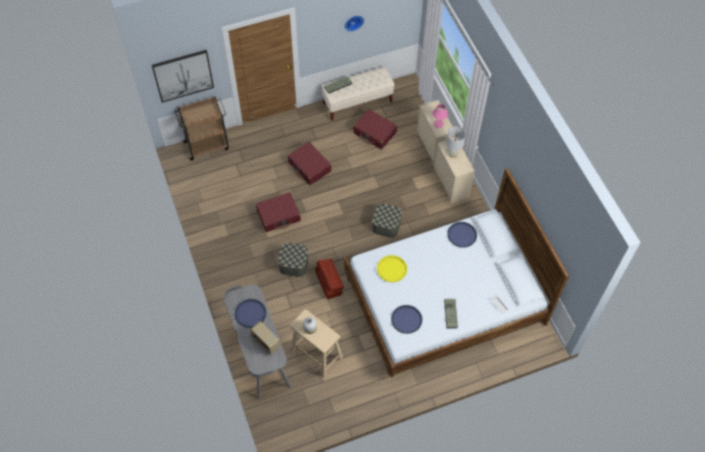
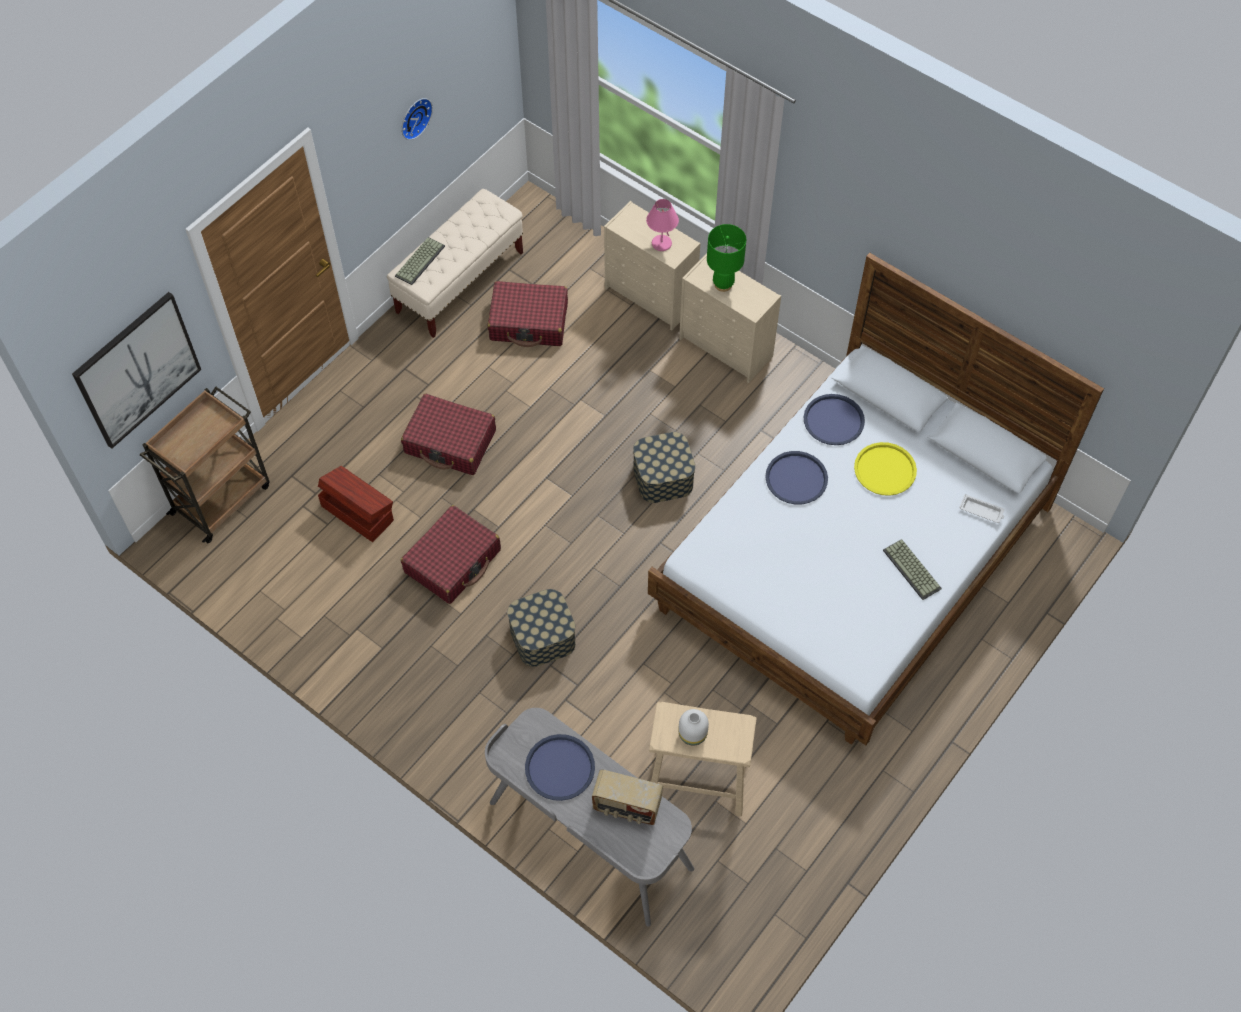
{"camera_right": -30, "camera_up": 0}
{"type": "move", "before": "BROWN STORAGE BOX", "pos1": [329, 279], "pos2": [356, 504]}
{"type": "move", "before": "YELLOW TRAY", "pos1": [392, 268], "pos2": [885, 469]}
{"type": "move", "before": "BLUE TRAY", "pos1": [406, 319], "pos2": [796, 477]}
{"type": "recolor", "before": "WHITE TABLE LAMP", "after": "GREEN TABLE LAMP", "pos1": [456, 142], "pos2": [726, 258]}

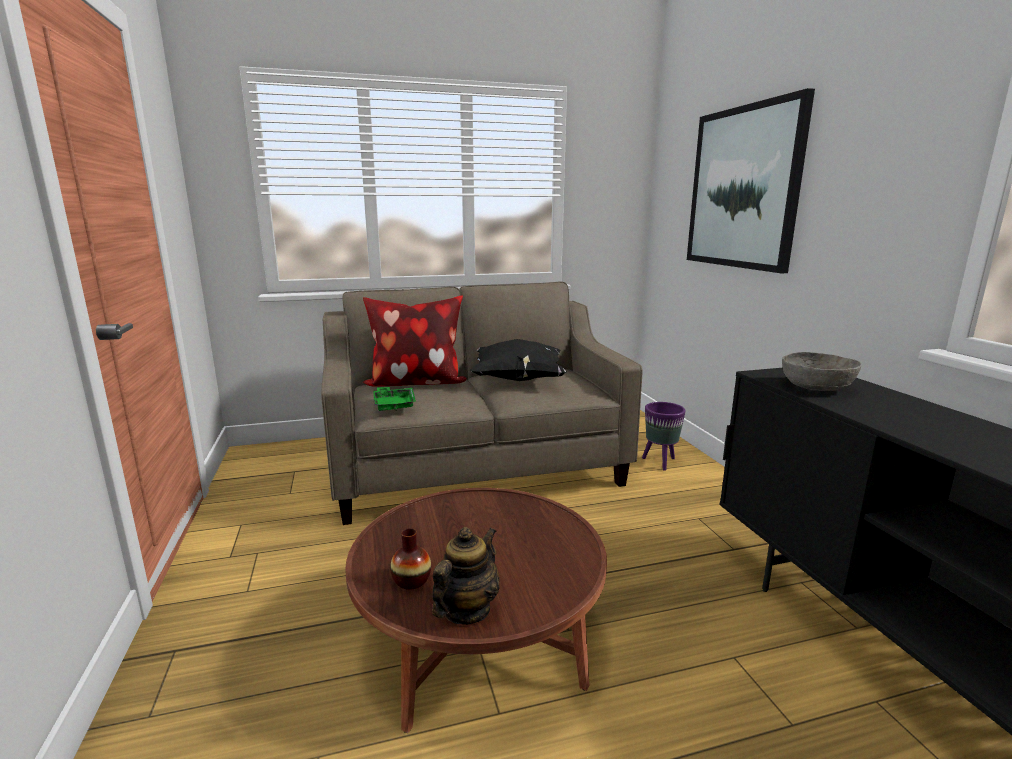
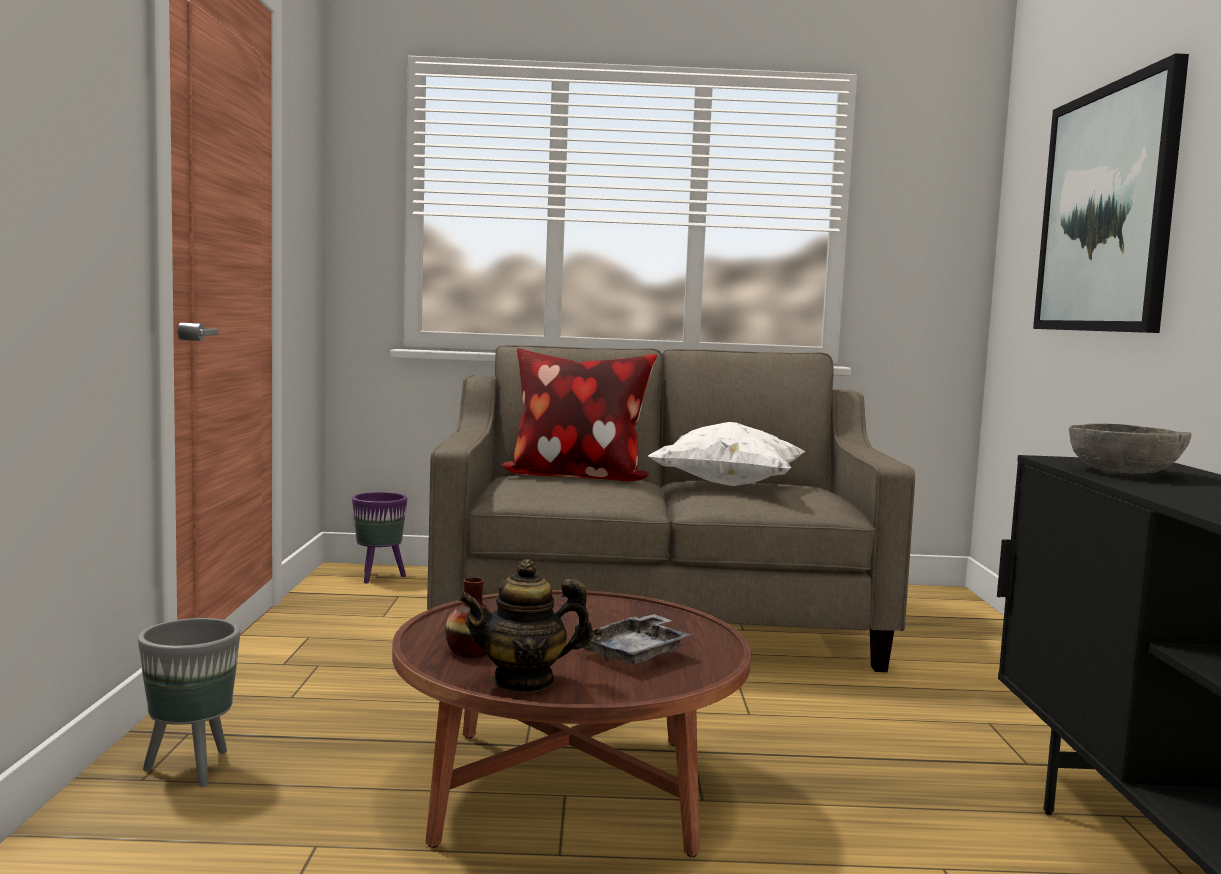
{"camera_right": 15, "camera_up": -10}
{"type": "delete", "before": "GREEN TRAY", "pos1": [394, 399]}
{"type": "rotate", "before": "TEAPOT", "pos1": [466, 576], "pos2": [525, 626], "turn": -150}
{"type": "recolor", "before": "BLACK PILLOW", "after": "WHITE PILLOW", "pos1": [518, 360], "pos2": [726, 454]}
{"type": "move", "before": "PURPLE PLANTER", "pos1": [664, 436], "pos2": [379, 538]}
{"type": "insert", "after": "GREY PLANTER", "pos2": [189, 702]}
{"type": "insert", "after": "GREY TRAY", "pos2": [634, 639]}

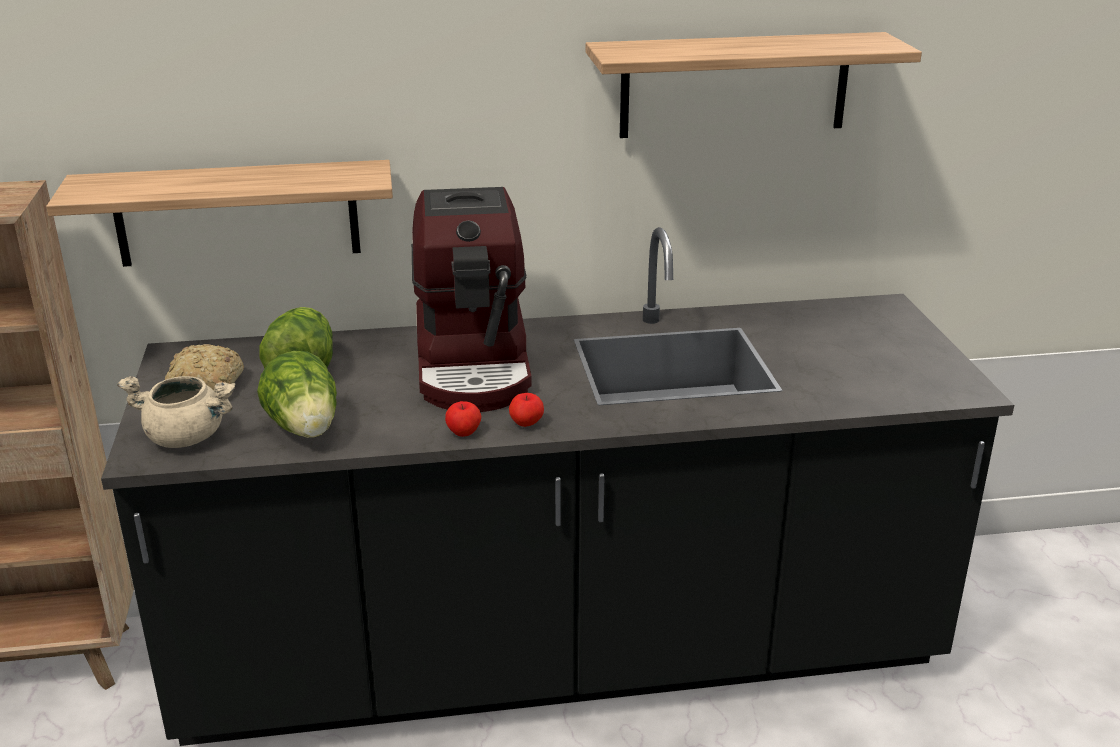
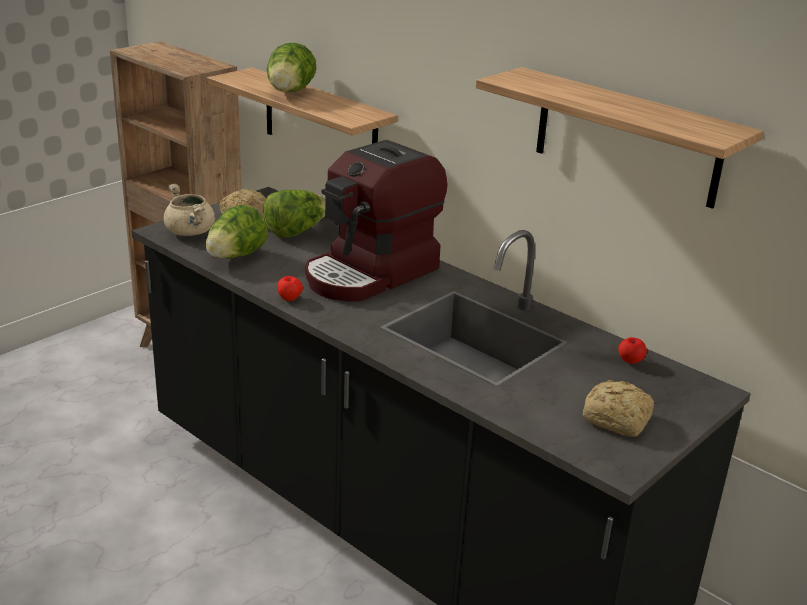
{"camera_right": 50, "camera_up": 0}
{"type": "move", "before": "APPLE", "pos1": [526, 410], "pos2": [632, 350]}
{"type": "insert", "after": "LETTUCE", "pos2": [291, 67]}
{"type": "insert", "after": "BREAD", "pos2": [618, 408]}

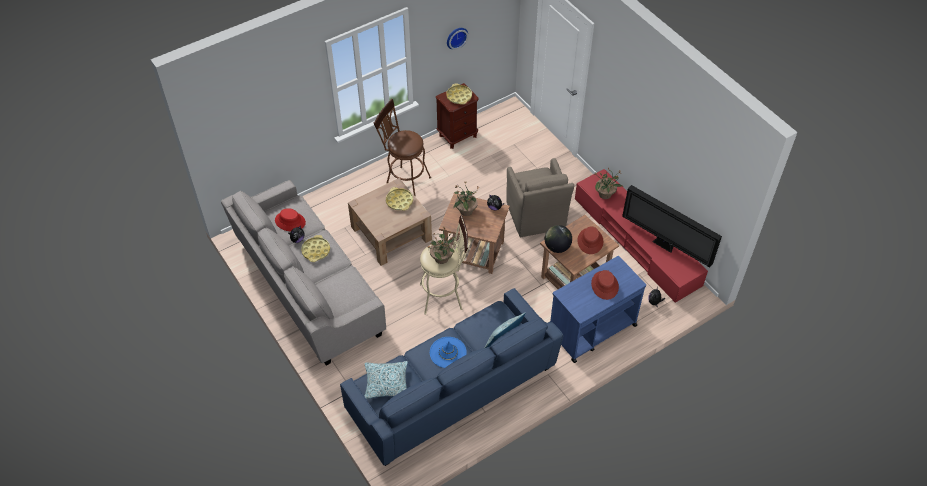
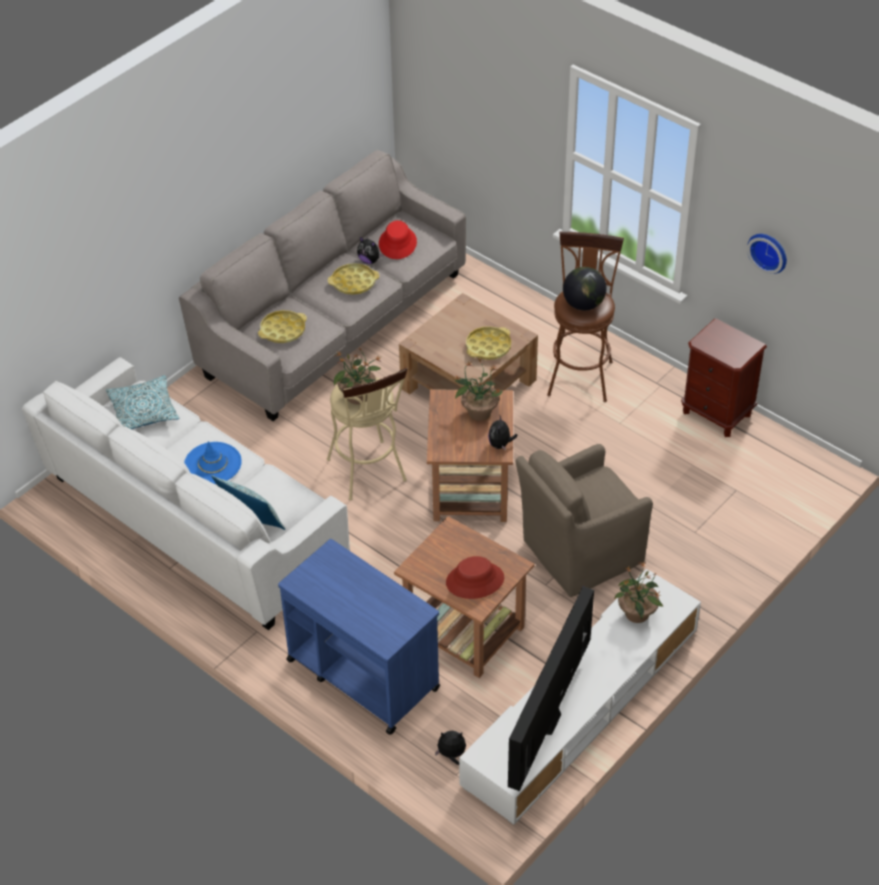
{"camera_right": 75, "camera_up": -5}
{"type": "recolor", "before": "BLUE SOFA", "after": "WHITE SOFA", "pos1": [451, 377], "pos2": [186, 493]}
{"type": "move", "before": "YELLOW TRAY", "pos1": [459, 94], "pos2": [282, 326]}
{"type": "move", "before": "GLOBE", "pos1": [558, 239], "pos2": [585, 288]}
{"type": "recolor", "before": "RED TV STAND", "after": "WHITE TV STAND", "pos1": [641, 235], "pos2": [580, 697]}
{"type": "delete", "before": "RED HAT", "pos1": [605, 285]}

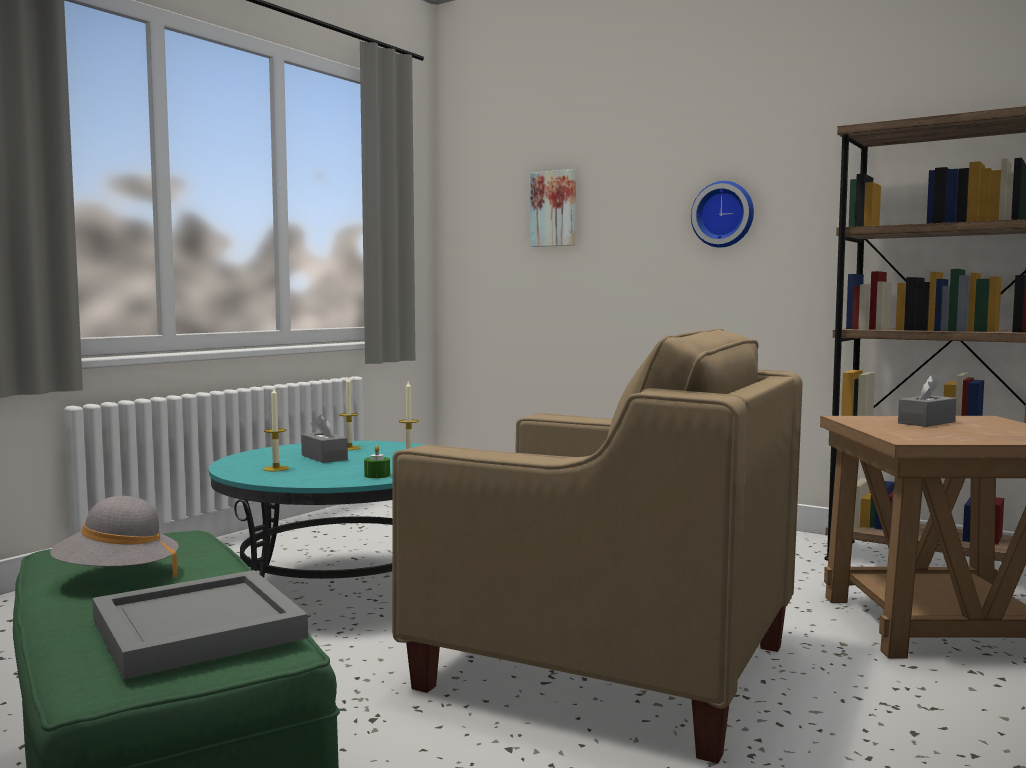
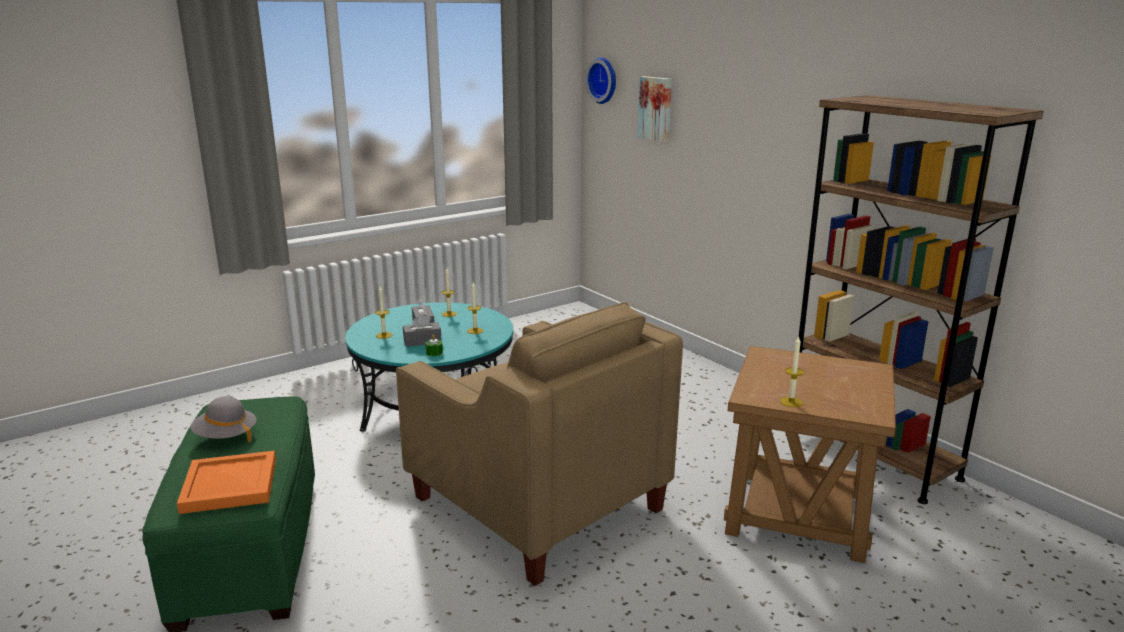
{"camera_right": 20, "camera_up": 15}
{"type": "recolor", "before": "GREY TRAY", "after": "ORANGE TRAY", "pos1": [200, 624], "pos2": [226, 482]}
{"type": "move", "before": "WALL CLOCK", "pos1": [722, 214], "pos2": [600, 80]}
{"type": "move", "before": "GREY TISSUE BOX", "pos1": [927, 401], "pos2": [422, 330]}
{"type": "insert", "after": "CANDLE", "pos2": [792, 372]}

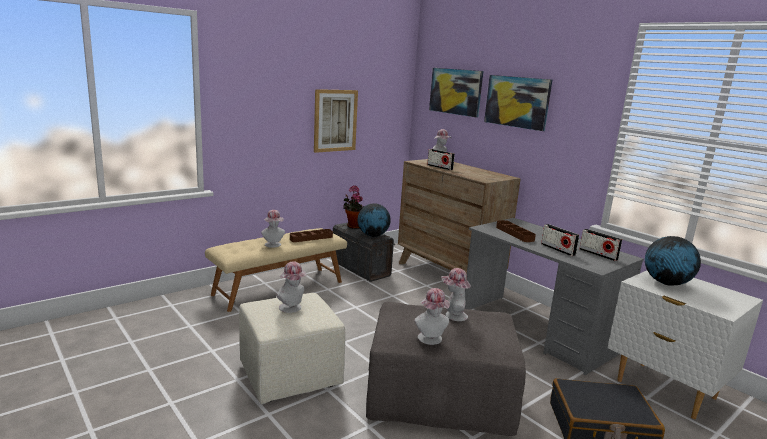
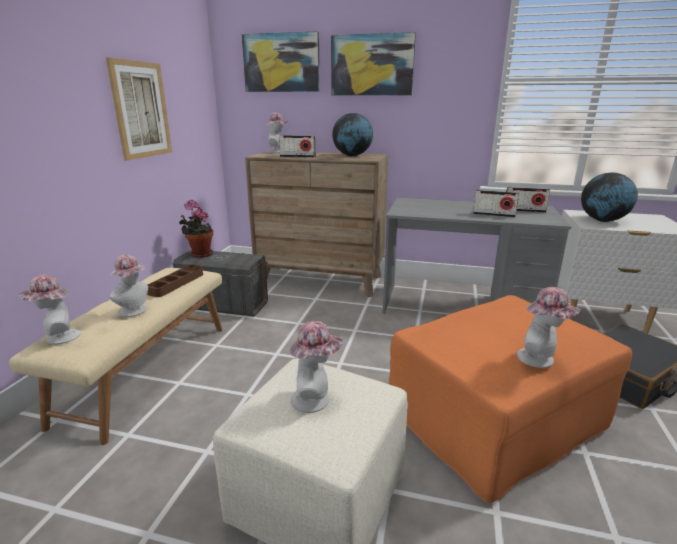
{"camera_right": -35, "camera_up": 5}
{"type": "move", "before": "GLOBE", "pos1": [374, 220], "pos2": [352, 134]}
{"type": "recolor", "before": "GREY OTTOMAN", "after": "ORANGE OTTOMAN", "pos1": [446, 369], "pos2": [510, 399]}
{"type": "move", "before": "HAT", "pos1": [456, 294], "pos2": [49, 309]}
{"type": "delete", "before": "BROWN TRAY", "pos1": [516, 231]}

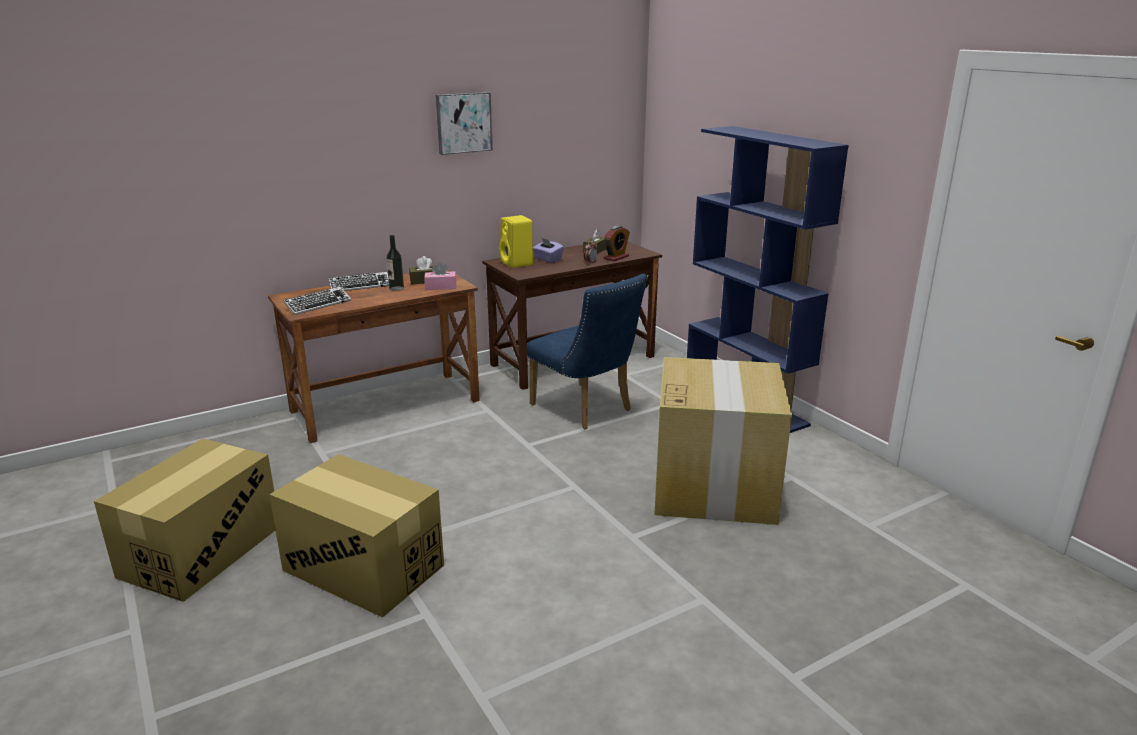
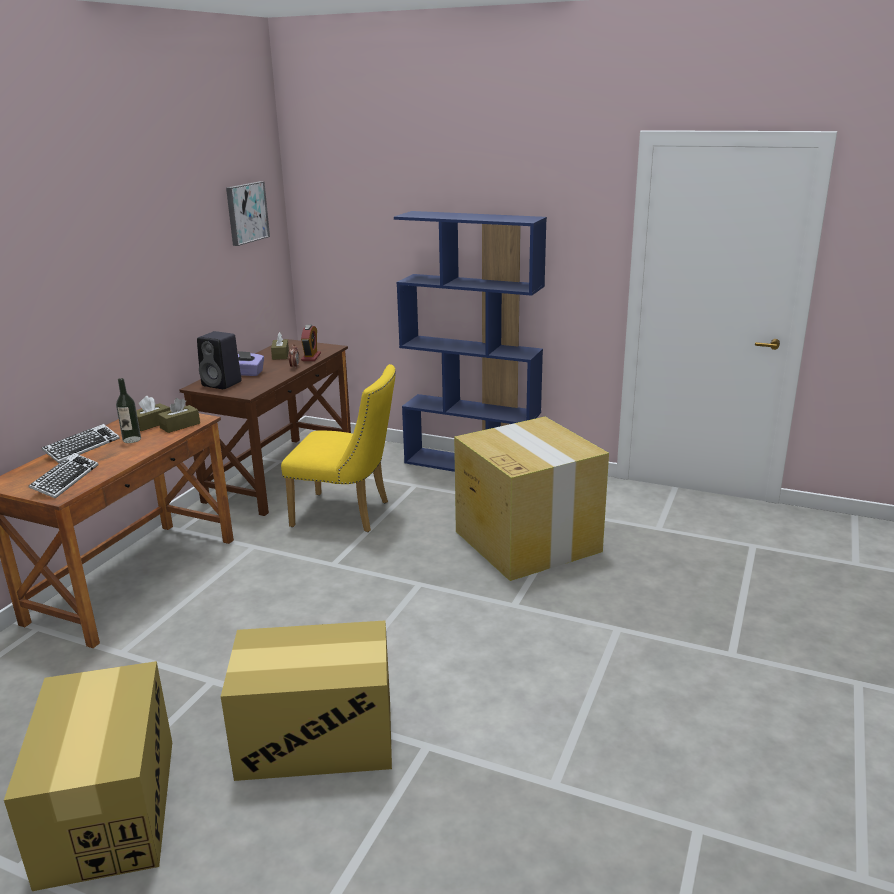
{"camera_right": -35, "camera_up": 0}
{"type": "recolor", "before": "PINK TISSUE BOX", "after": "BROWN TISSUE BOX", "pos1": [440, 276], "pos2": [179, 415]}
{"type": "move", "before": "PICTURE", "pos1": [464, 123], "pos2": [248, 213]}
{"type": "recolor", "before": "YELLOW SPEAKER", "after": "BLACK SPEAKER", "pos1": [516, 241], "pos2": [219, 360]}
{"type": "recolor", "before": "BLUE CHAIR", "after": "YELLOW CHAIR", "pos1": [587, 351], "pos2": [338, 448]}

